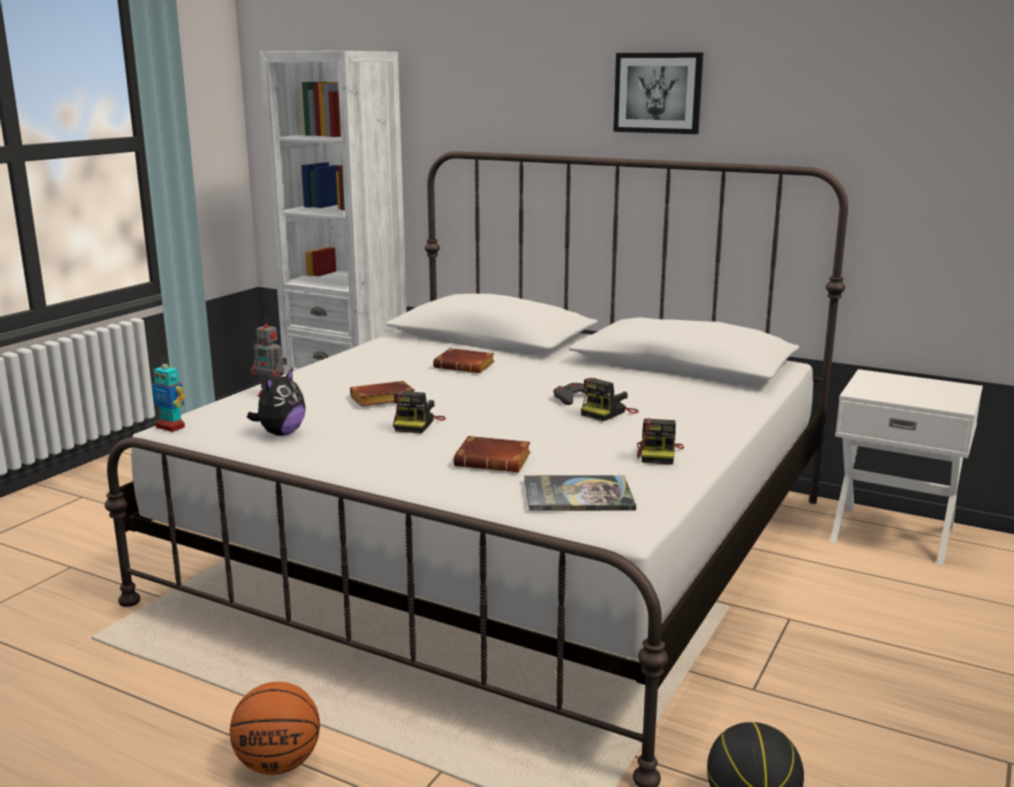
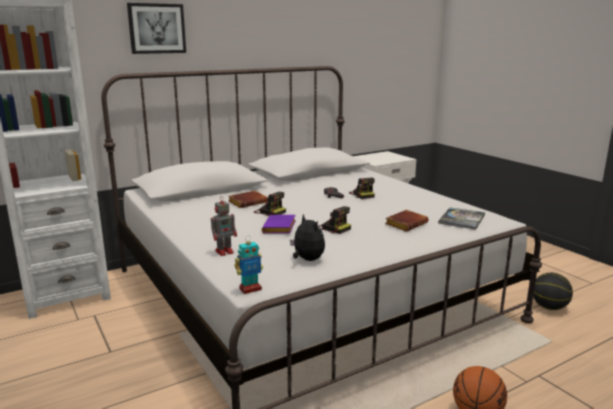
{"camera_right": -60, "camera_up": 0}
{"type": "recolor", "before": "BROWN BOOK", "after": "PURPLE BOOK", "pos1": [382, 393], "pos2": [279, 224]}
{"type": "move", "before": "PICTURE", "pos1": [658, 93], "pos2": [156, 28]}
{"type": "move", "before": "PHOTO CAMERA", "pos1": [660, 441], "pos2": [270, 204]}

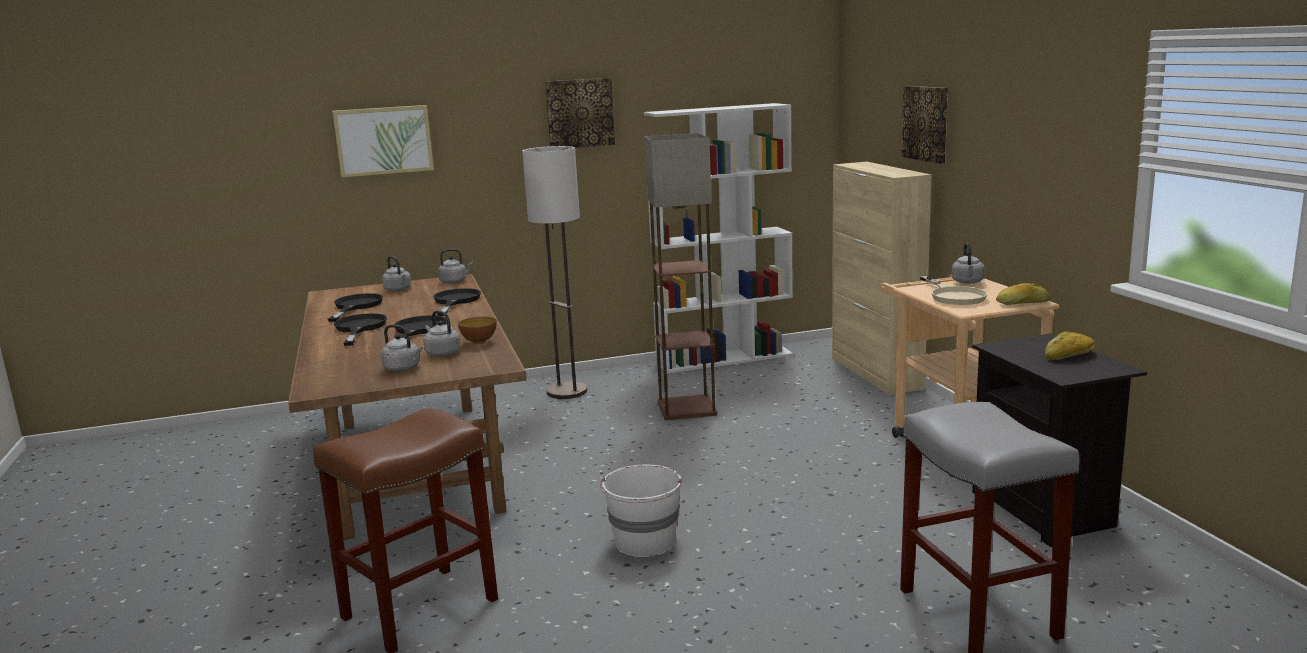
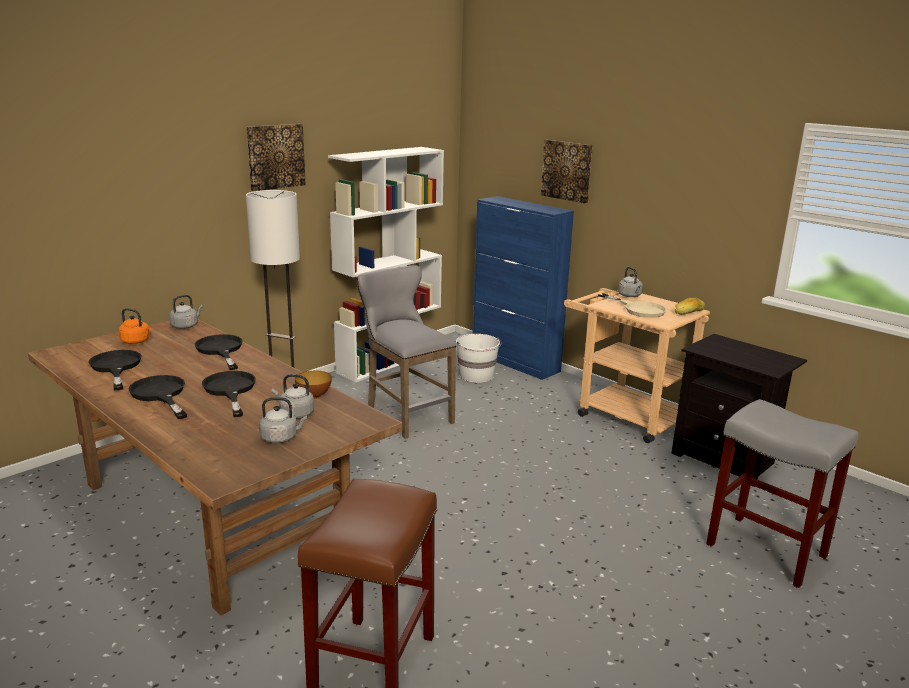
{"camera_right": -30, "camera_up": 5}
{"type": "delete", "before": "PICTURE", "pos1": [383, 141]}
{"type": "recolor", "before": "GREY KETTLE", "after": "ORANGE KETTLE", "pos1": [396, 273], "pos2": [135, 326]}
{"type": "move", "before": "WHITE BUCKET", "pos1": [641, 511], "pos2": [479, 358]}
{"type": "replace", "before": "FLOOR LAMP", "after": "GREY STOOL", "pos1": [680, 276], "pos2": [406, 352]}
{"type": "recolor", "before": "BEIGE CABINET", "after": "BLUE CABINET", "pos1": [882, 278], "pos2": [523, 288]}
{"type": "delete", "before": "BREAD", "pos1": [1070, 345]}

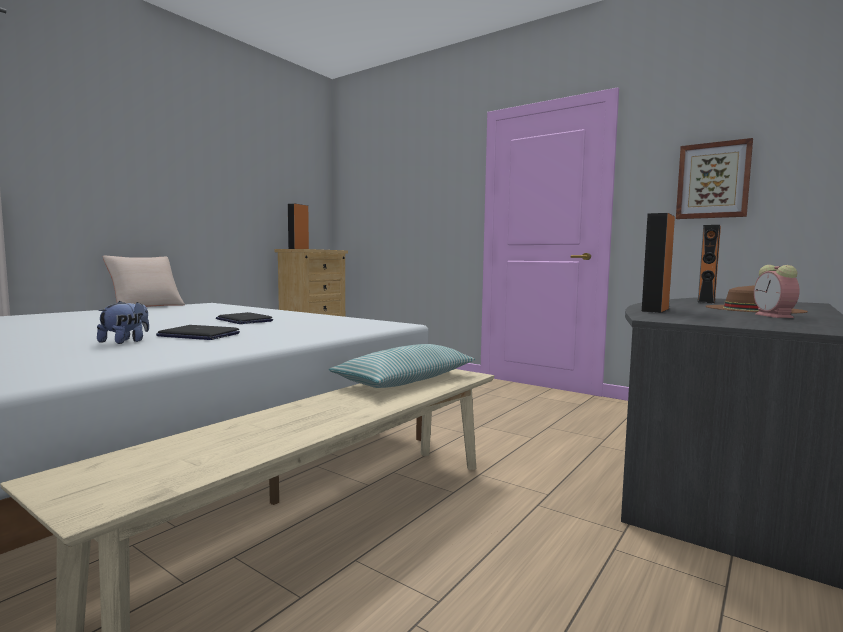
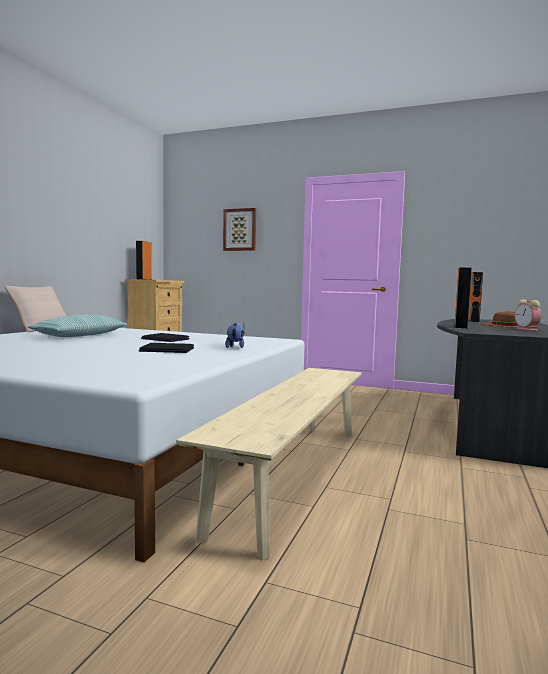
{"camera_right": -15, "camera_up": 0}
{"type": "move", "before": "PLUSH TOY", "pos1": [123, 322], "pos2": [235, 335]}
{"type": "move", "before": "PILLOW", "pos1": [402, 366], "pos2": [77, 325]}
{"type": "move", "before": "PICTURE", "pos1": [714, 178], "pos2": [239, 229]}

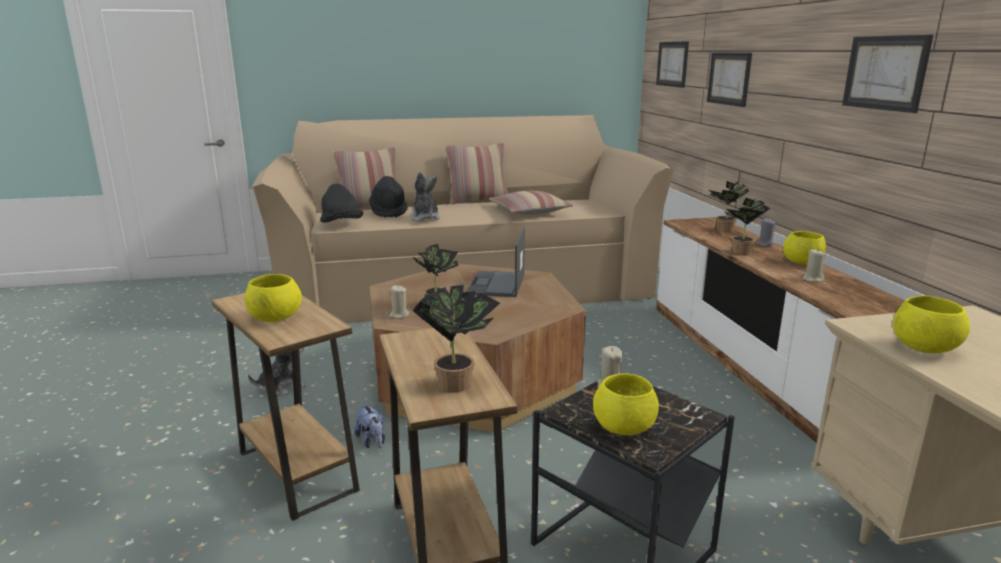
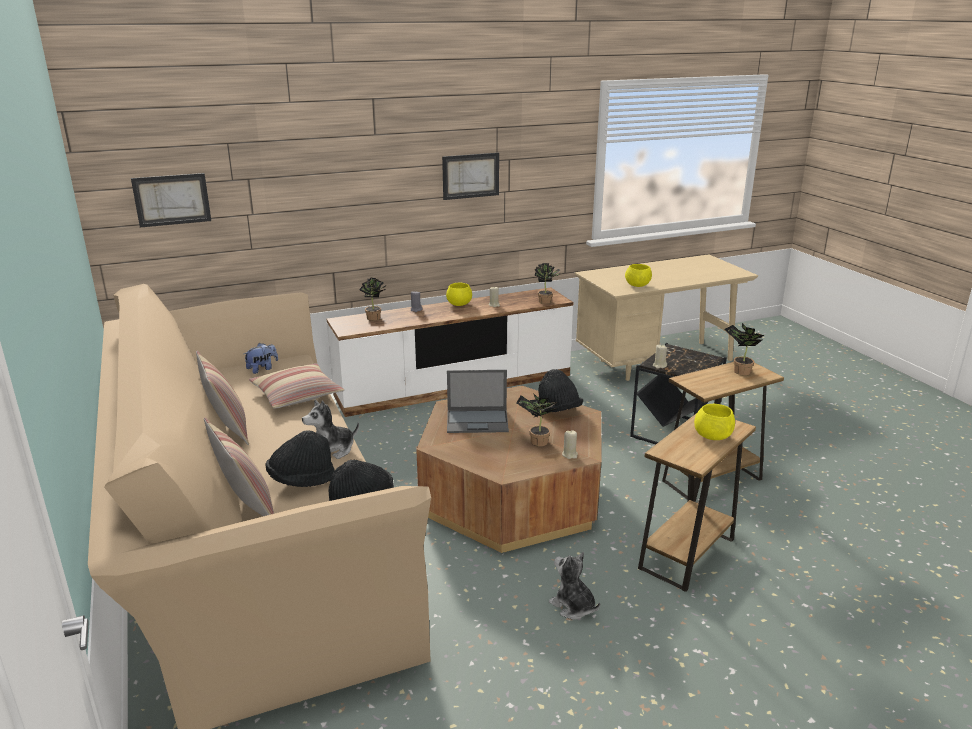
{"camera_right": -100, "camera_up": 5}
{"type": "move", "before": "PLUSH TOY", "pos1": [369, 426], "pos2": [261, 358]}
{"type": "delete", "before": "YELLOW BOWL", "pos1": [626, 404]}
{"type": "delete", "before": "PICTURE", "pos1": [729, 80]}
{"type": "move", "before": "POTTED PLANT", "pos1": [747, 226], "pos2": [547, 283]}
{"type": "insert", "after": "BLACK HAT", "pos2": [560, 390]}

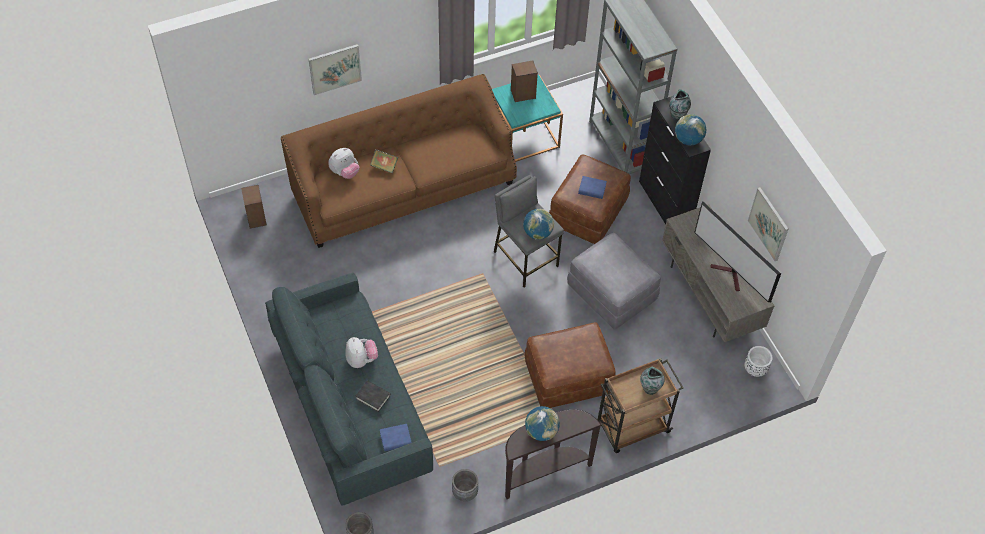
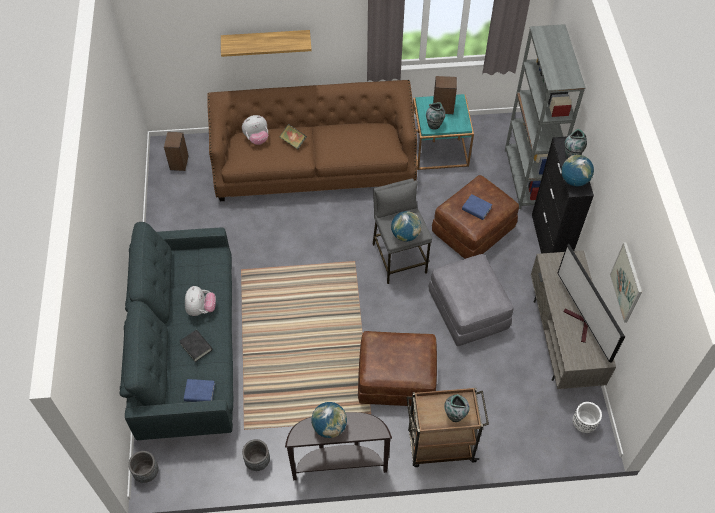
{"camera_right": 20, "camera_up": 0}
{"type": "replace", "before": "PICTURE", "after": "SHELF", "pos1": [335, 69], "pos2": [266, 43]}
{"type": "insert", "after": "VASE", "pos2": [436, 116]}

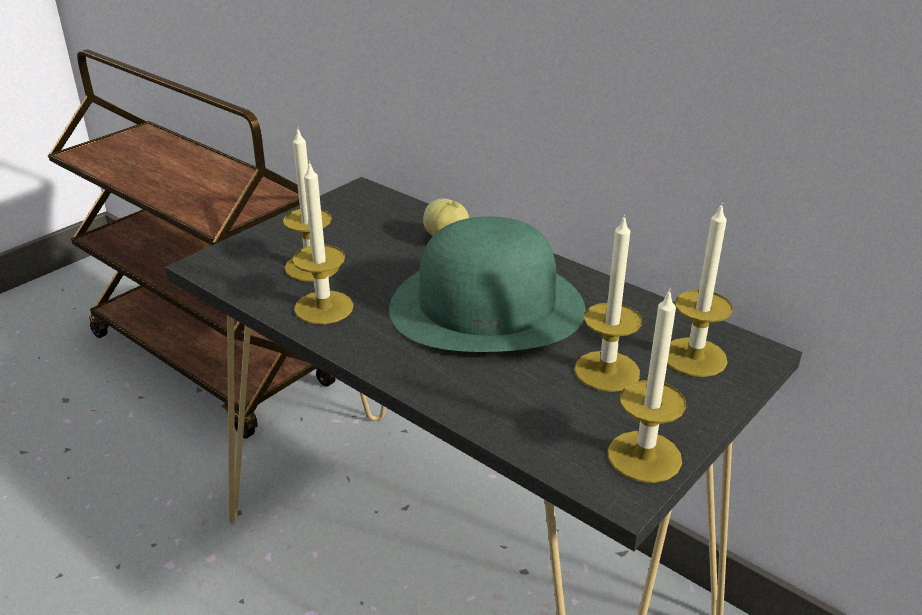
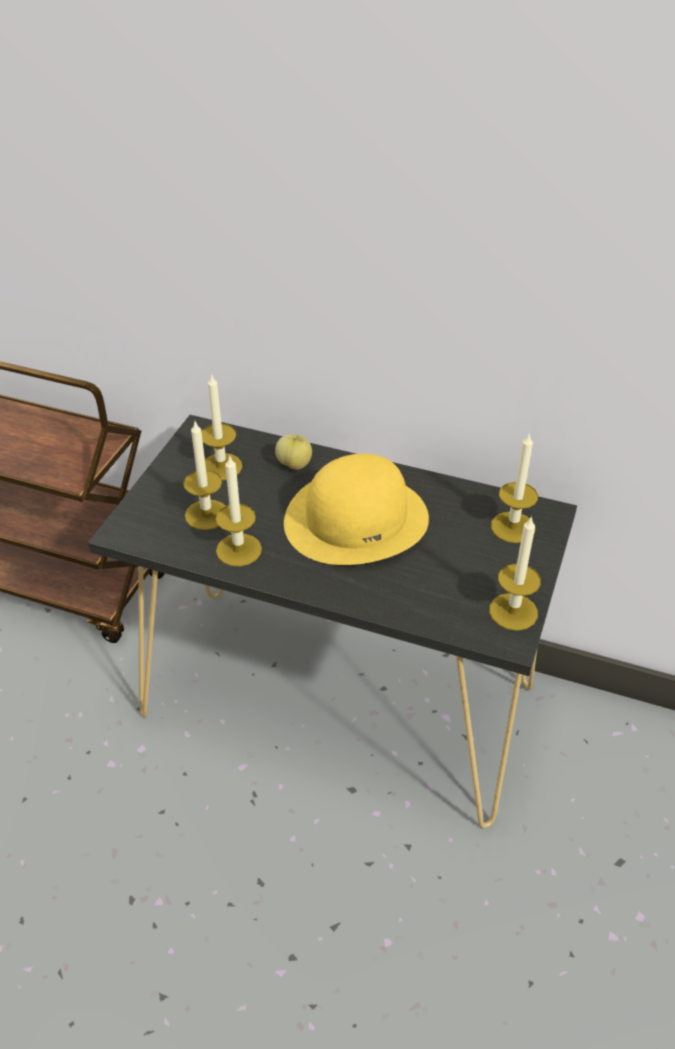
{"camera_right": -20, "camera_up": 10}
{"type": "recolor", "before": "GREEN HAT", "after": "YELLOW HAT", "pos1": [487, 284], "pos2": [356, 509]}
{"type": "move", "before": "CANDLE", "pos1": [608, 303], "pos2": [221, 426]}

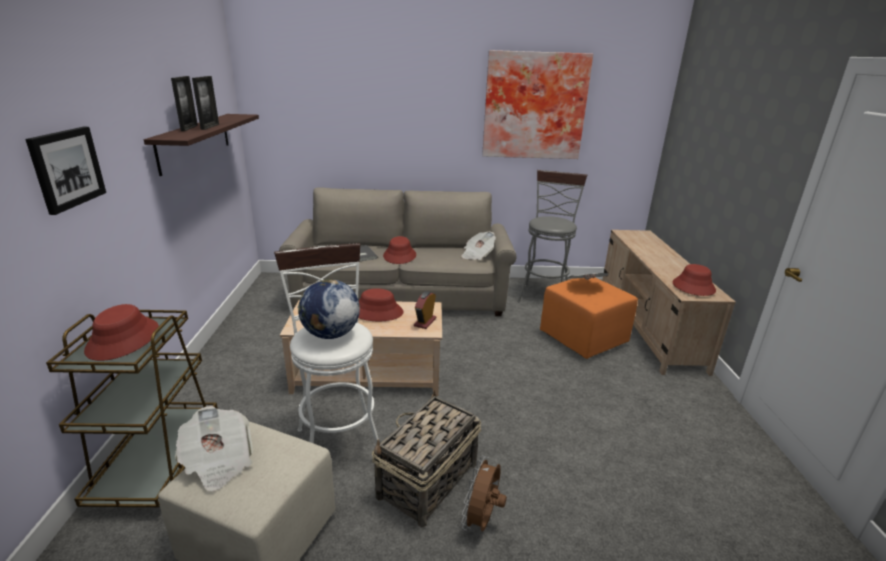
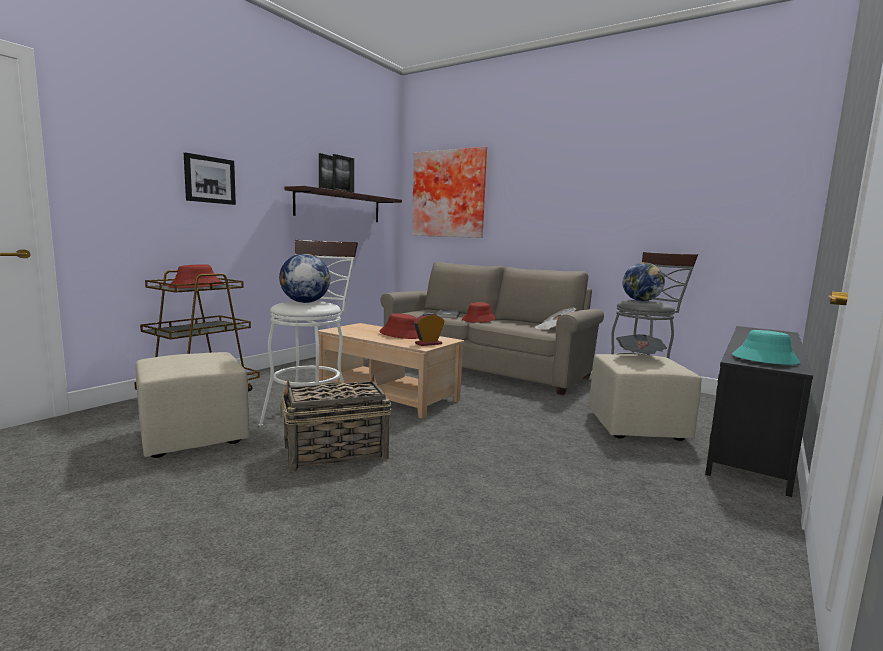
{"camera_right": 35, "camera_up": -15}
{"type": "delete", "before": "NEWSPAPER", "pos1": [214, 449]}
{"type": "delete", "before": "BROWN FAN", "pos1": [484, 494]}
{"type": "move", "before": "PICTURE", "pos1": [537, 104], "pos2": [449, 192]}
{"type": "recolor", "before": "ORANGE OTTOMAN", "after": "BEIGE OTTOMAN", "pos1": [589, 318], "pos2": [645, 397]}
{"type": "recolor", "before": "BEIGE TV STAND", "after": "BLACK TV STAND", "pos1": [669, 303], "pos2": [759, 411]}
{"type": "recolor", "before": "RED HAT", "after": "TURQUOISE HAT", "pos1": [694, 280], "pos2": [766, 347]}
{"type": "insert", "after": "GLOBE", "pos2": [643, 281]}

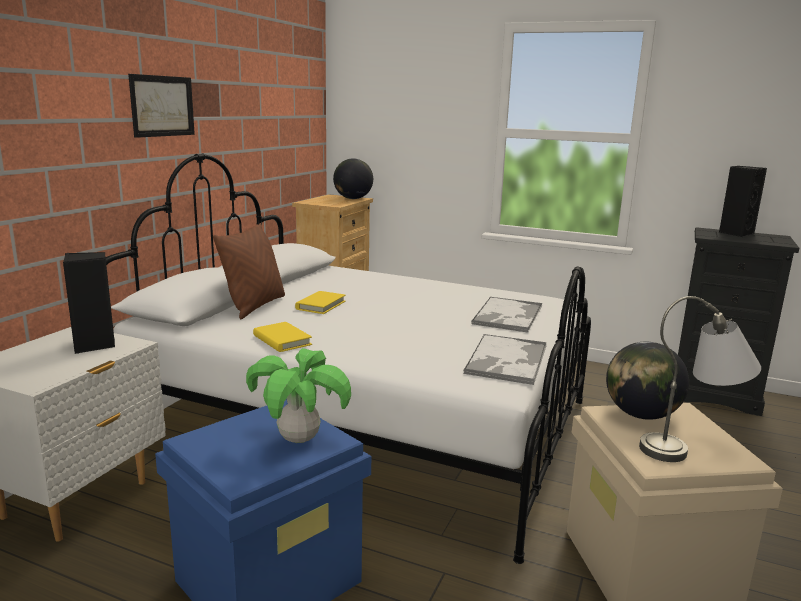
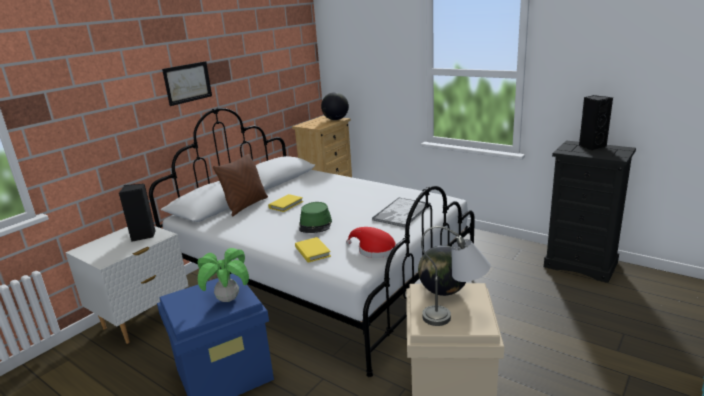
{"camera_right": 15, "camera_up": 5}
{"type": "move", "before": "YELLOW BOOK", "pos1": [282, 337], "pos2": [313, 250]}
{"type": "replace", "before": "TRAY", "after": "RED HAT", "pos1": [505, 359], "pos2": [371, 242]}
{"type": "insert", "after": "GREEN HAT", "pos2": [315, 217]}

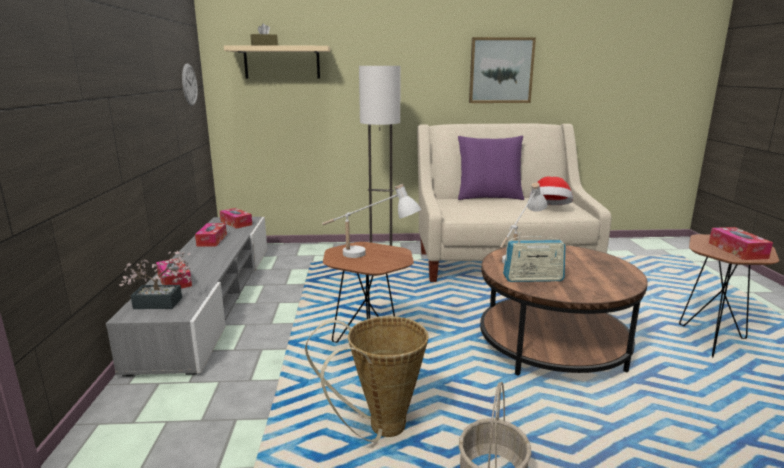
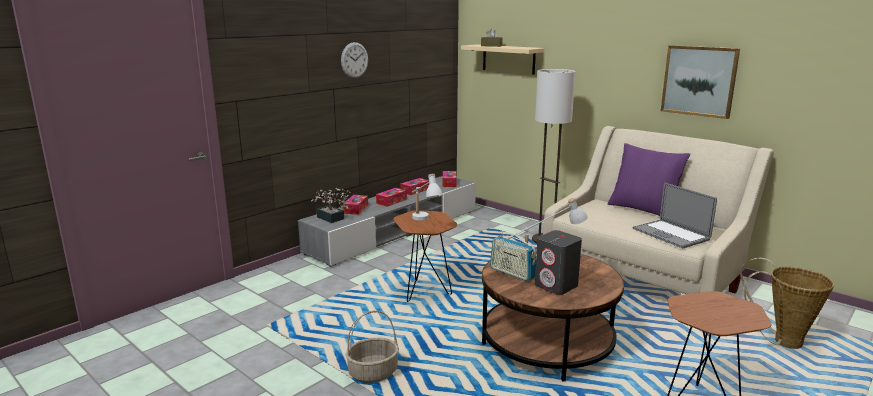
{"camera_right": 45, "camera_up": 0}
{"type": "move", "before": "WALL CLOCK", "pos1": [190, 84], "pos2": [354, 60]}
{"type": "move", "before": "BASKET", "pos1": [367, 379], "pos2": [787, 303]}
{"type": "replace", "before": "HAT", "after": "LAPTOP", "pos1": [551, 190], "pos2": [675, 215]}
{"type": "move", "before": "TISSUE BOX", "pos1": [741, 243], "pos2": [391, 197]}
{"type": "insert", "after": "GREY SPEAKER", "pos2": [558, 262]}

